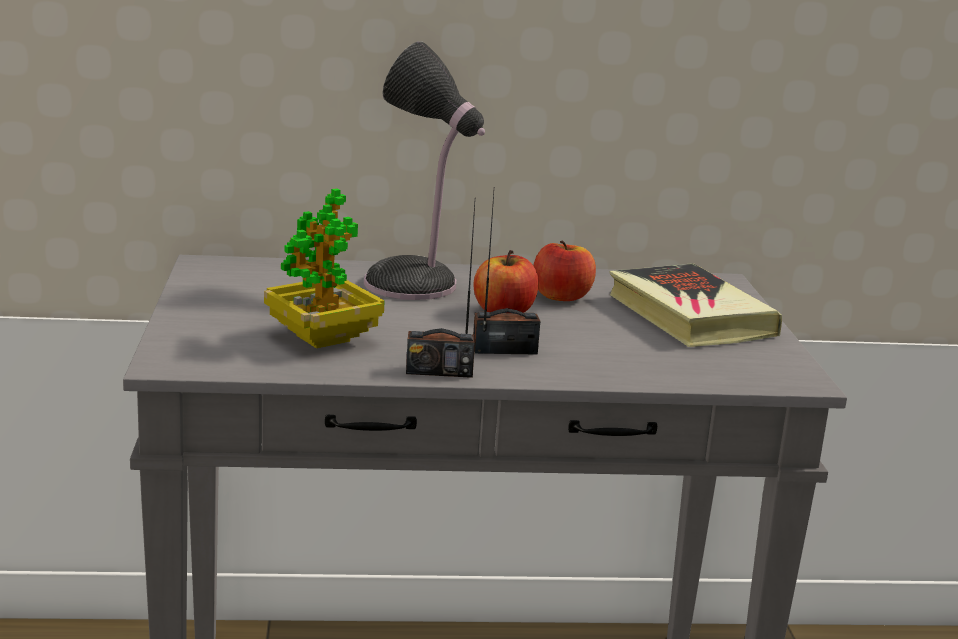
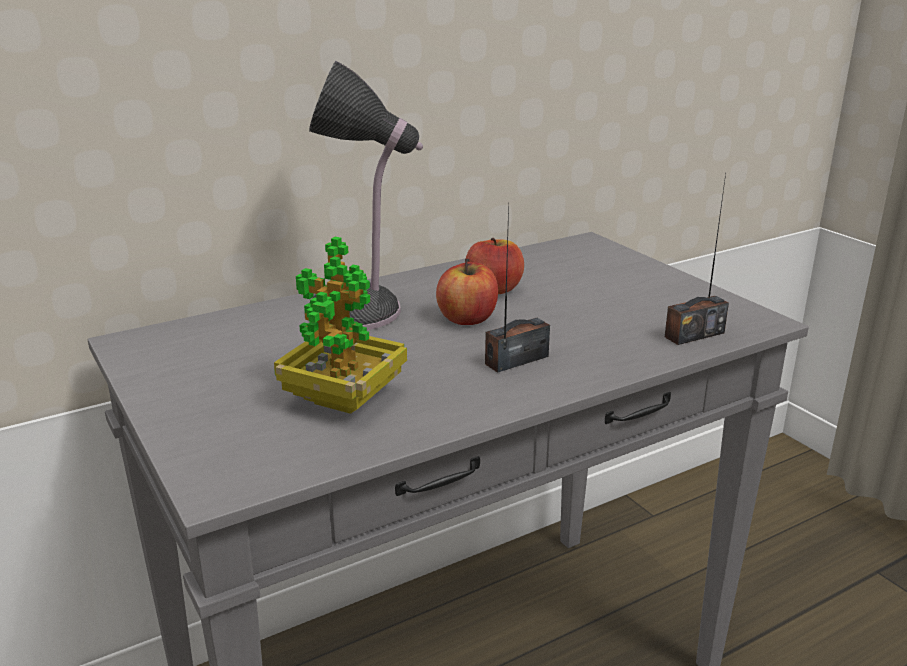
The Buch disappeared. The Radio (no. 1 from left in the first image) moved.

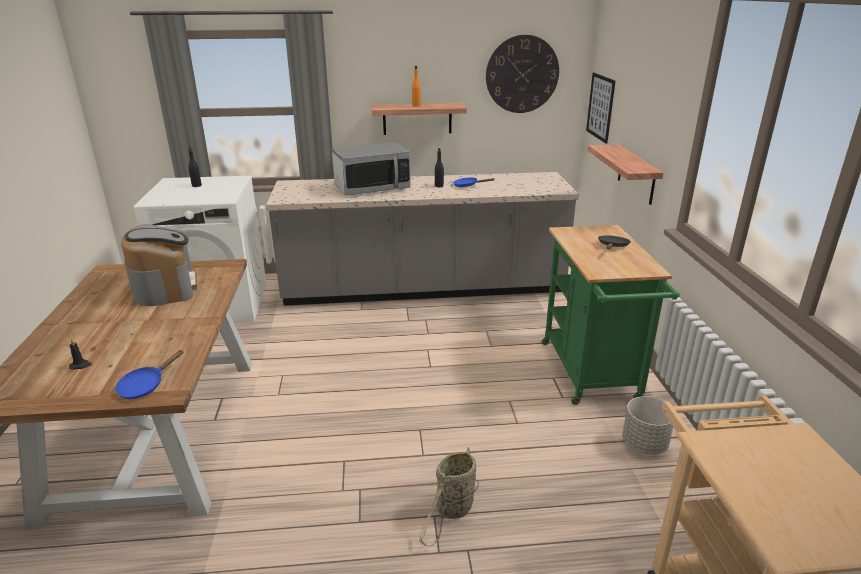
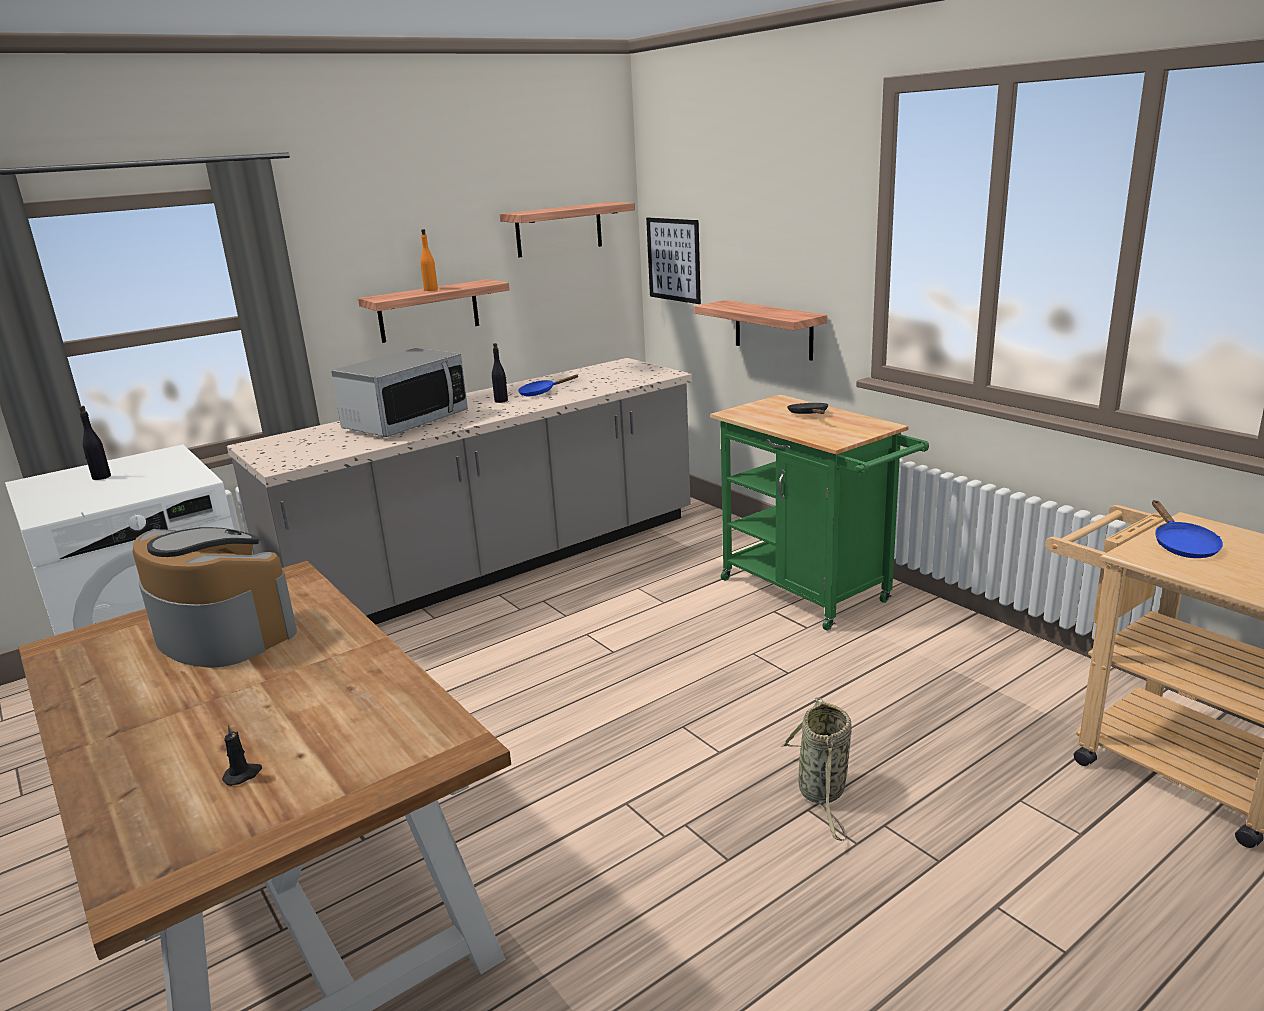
The Pflanzkübel/grau disappeared. The Pfanne/blau (no. 1 from left in the first image) moved. The Wanduhr was replaced by the Wandregal (no. 2 from left).

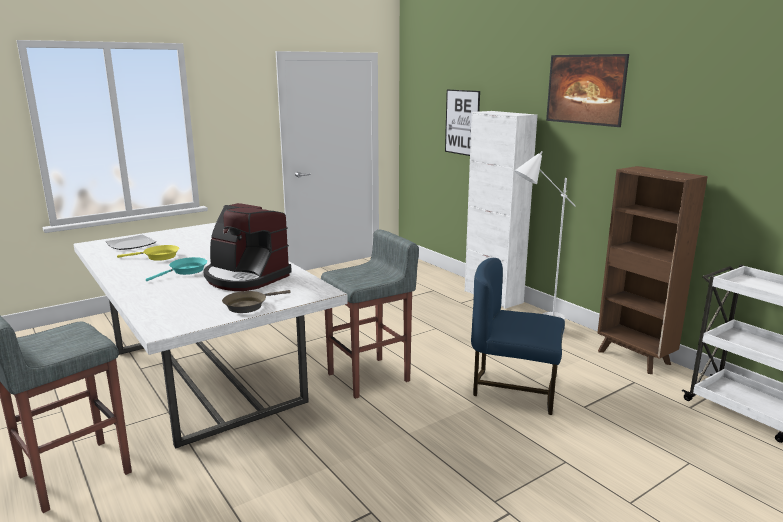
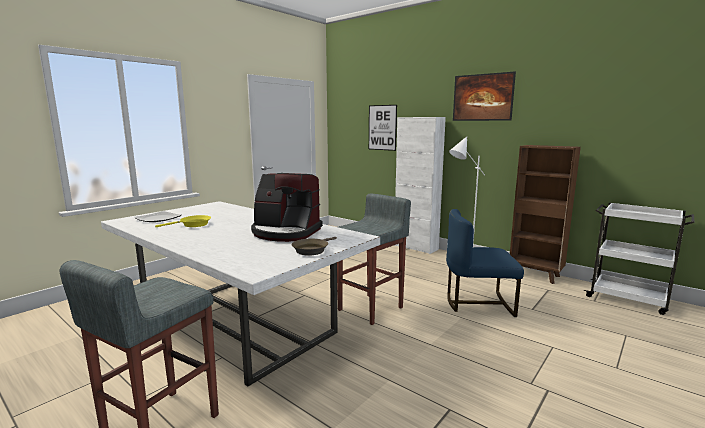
The Pfanne/türkis disappeared.

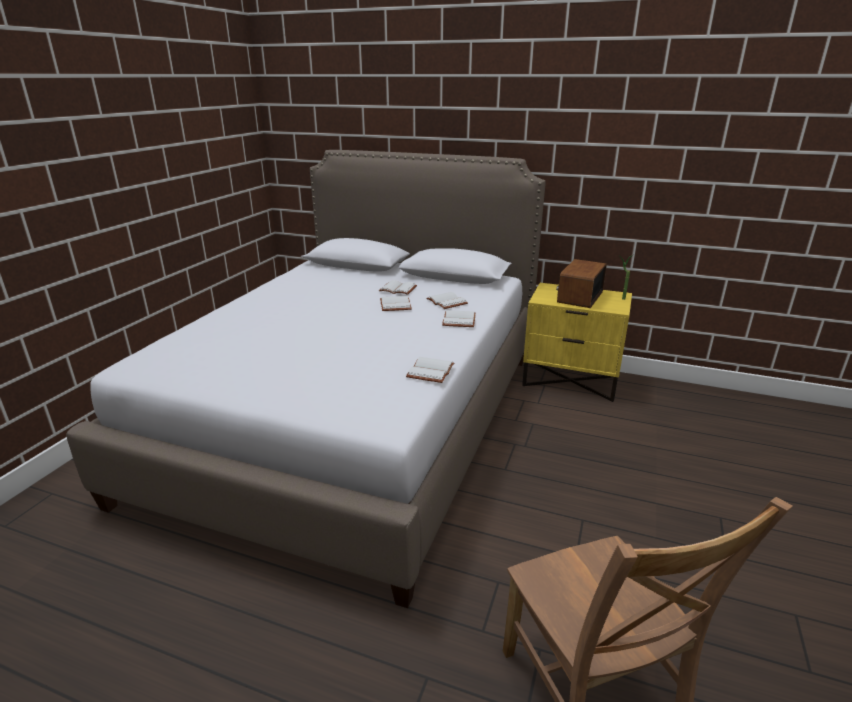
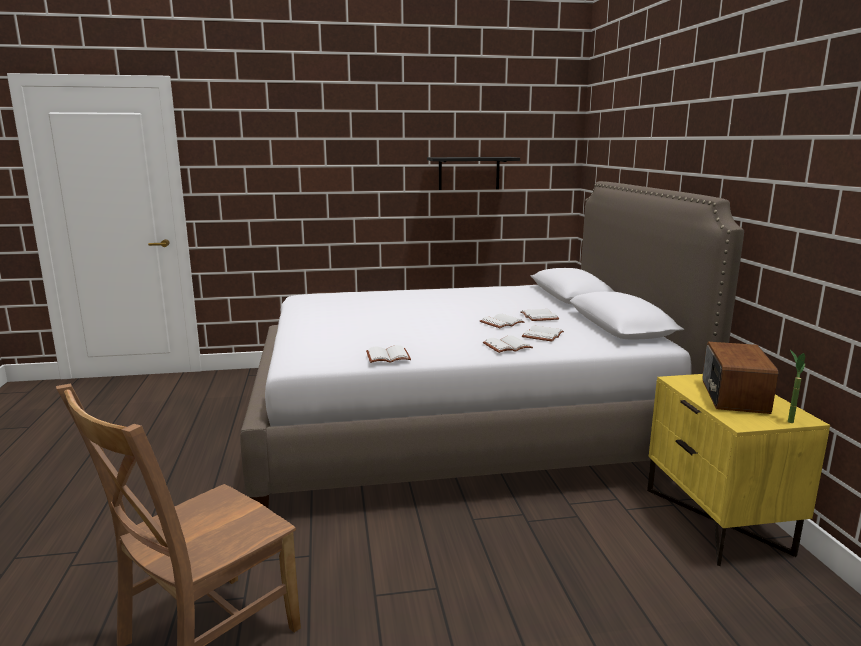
The Wandregal/schwarz appeared. The Radio turned 75 degrees counterclockwise.

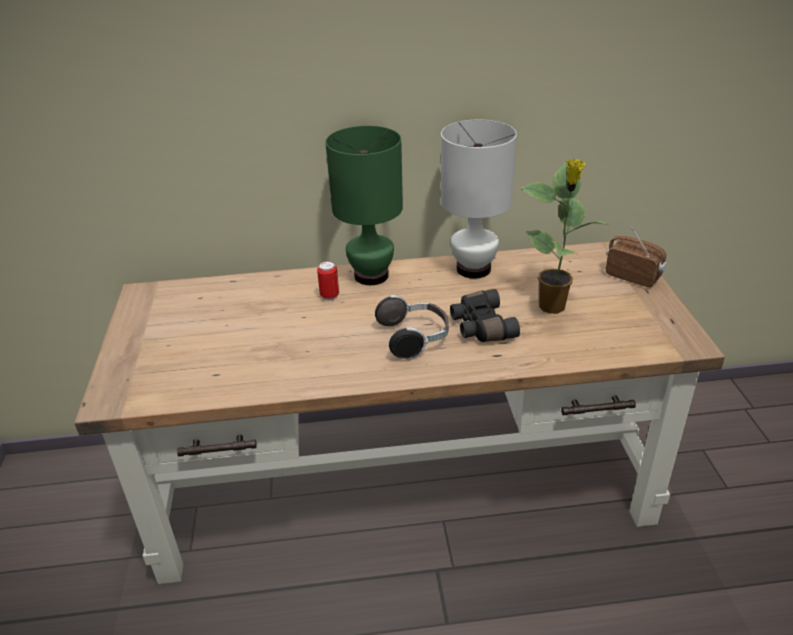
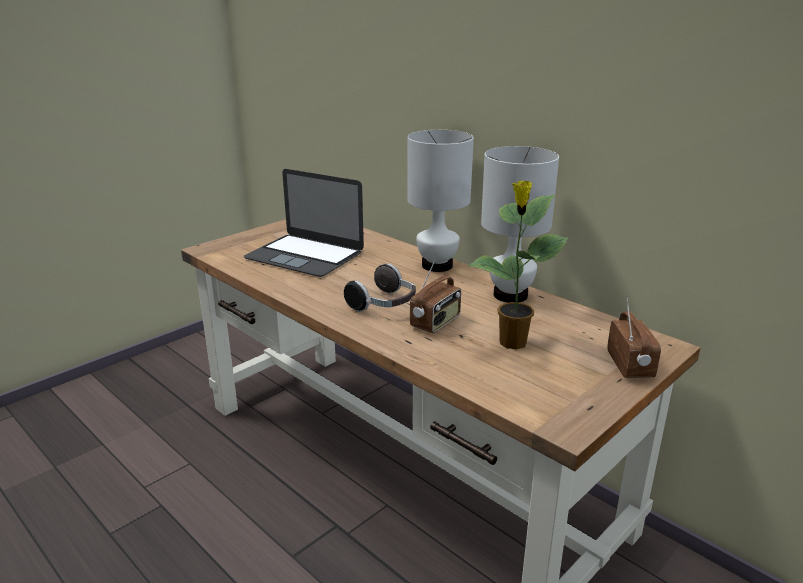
The Dose disappeared. The Laptop appeared. The Fernglas/schwarz was replaced by the Radio (no. 1 from left). The Tischlampe/grün became the Tischlampe/weiß (no. 1 from left).

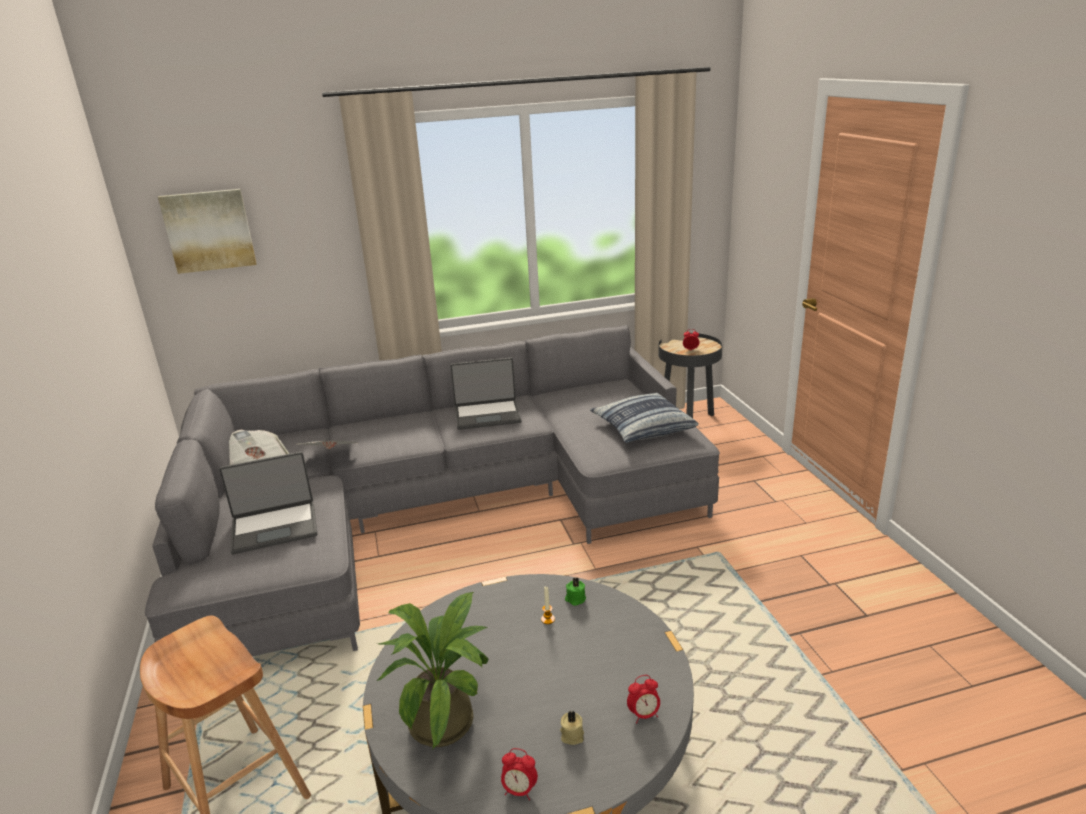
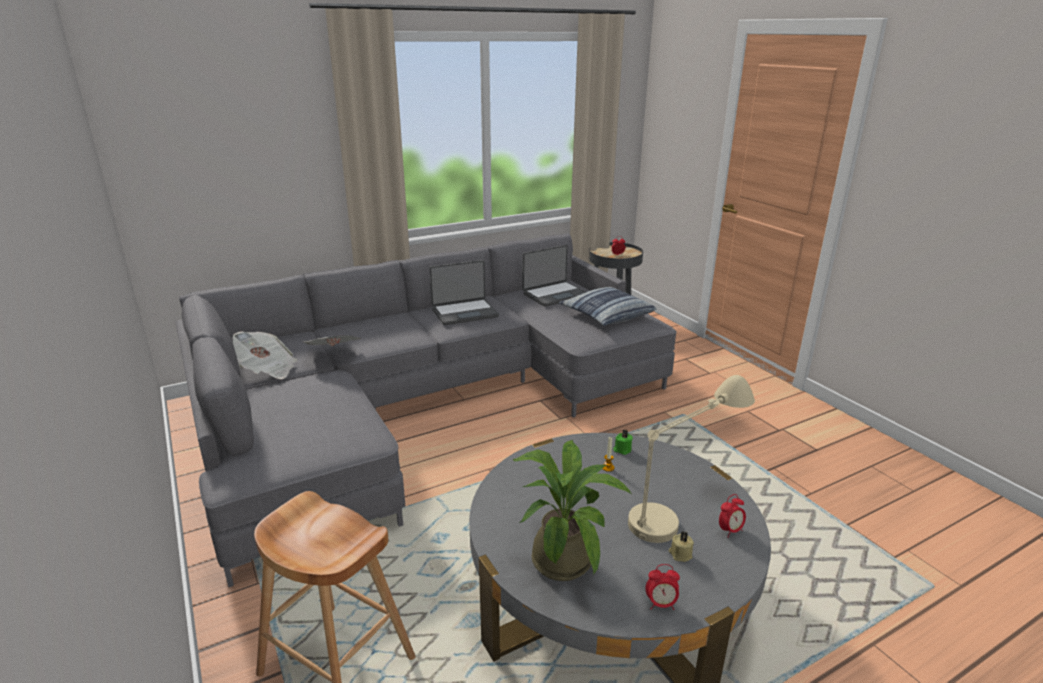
The Bild disappeared. The Tischlampe/beige appeared. The Laptop (no. 1 from left in the first image) moved.

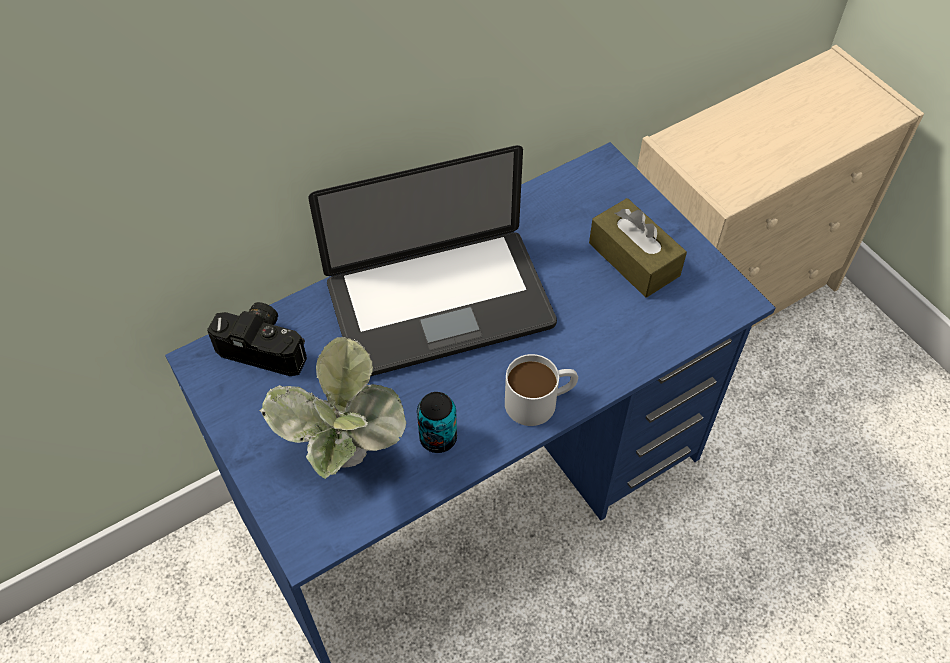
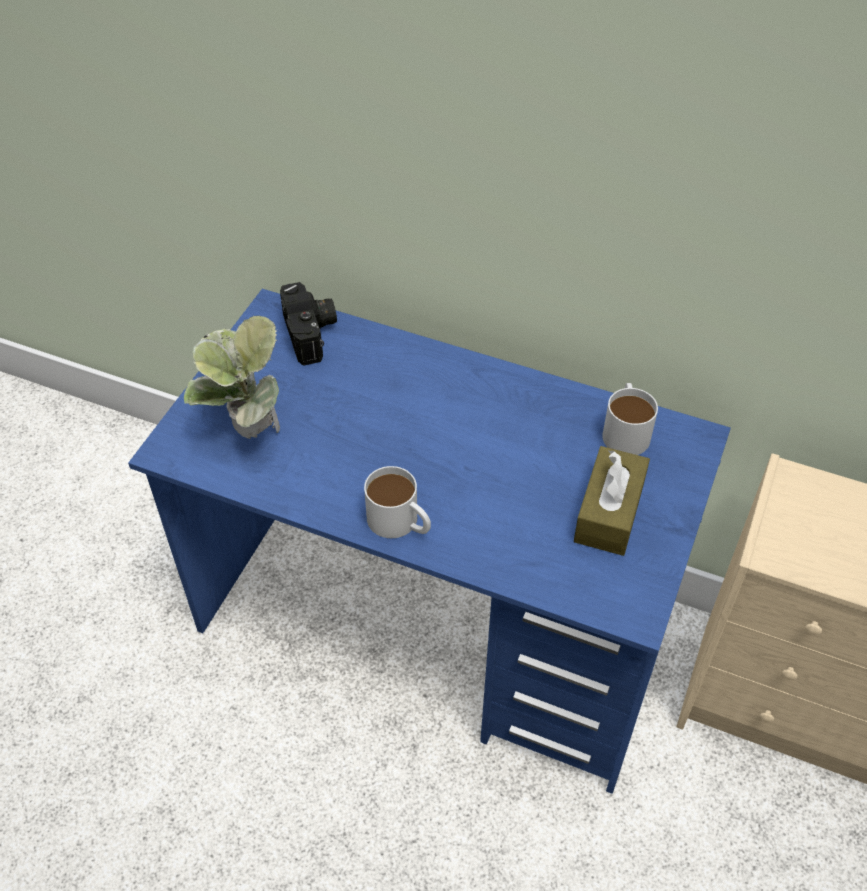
The Laptop disappeared. The Dose disappeared. The Henkelbecher/weiß (no. 2 from left) appeared.

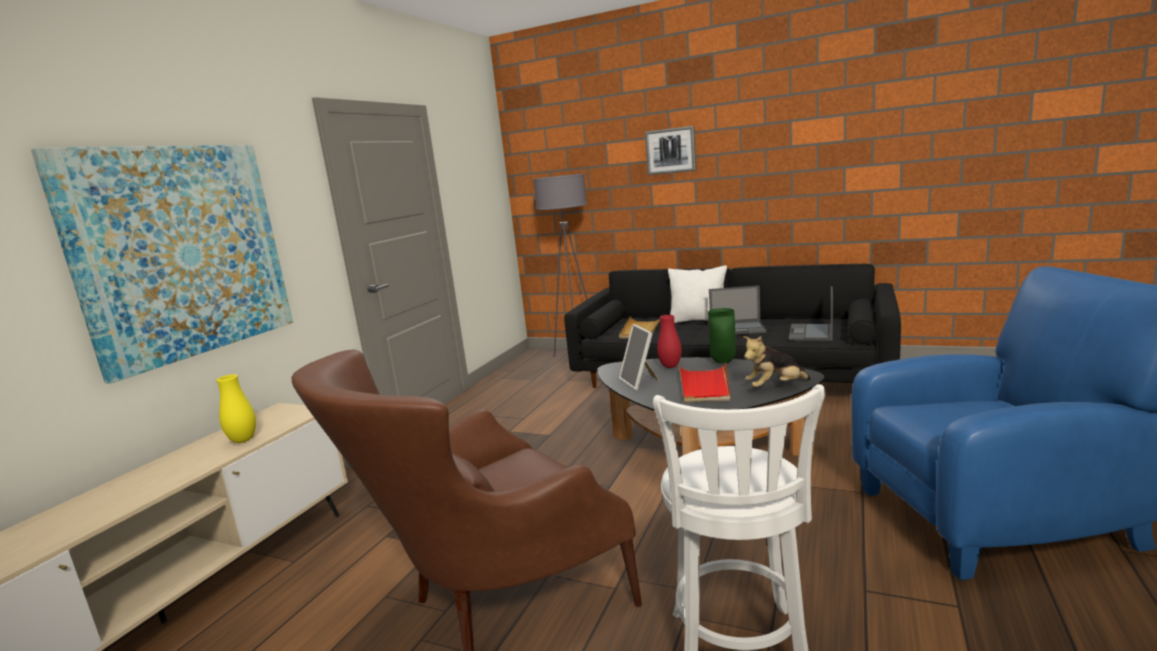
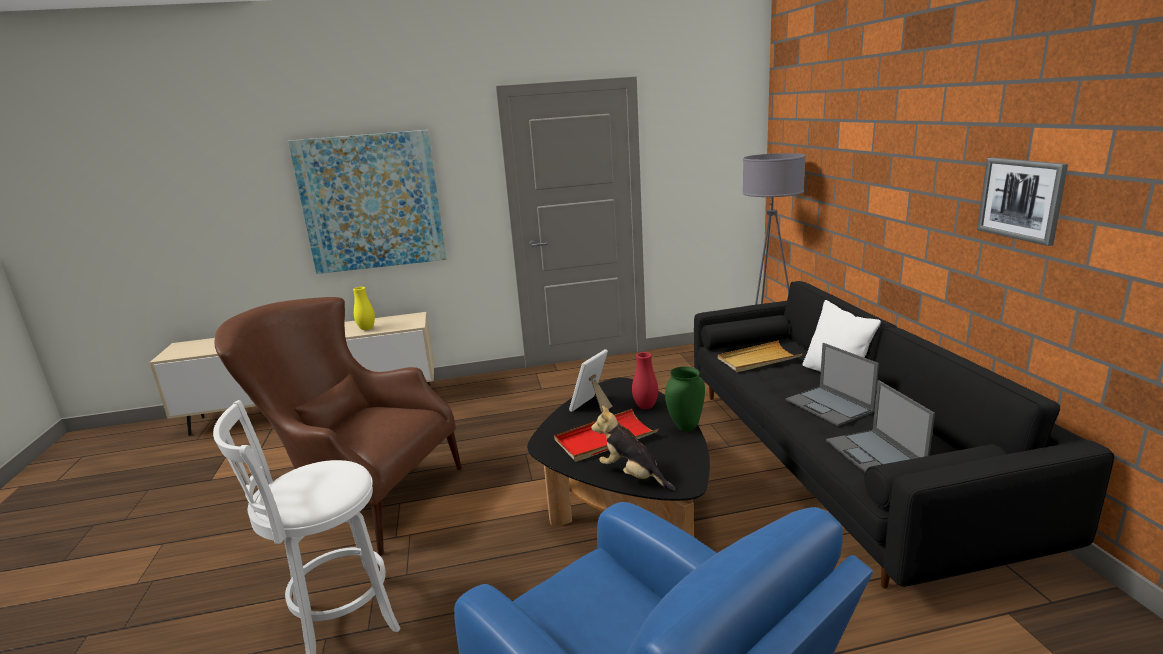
The Bild (no. 2 from left) moved. The Laptop (no. 2 from left) turned 90 degrees counterclockwise.

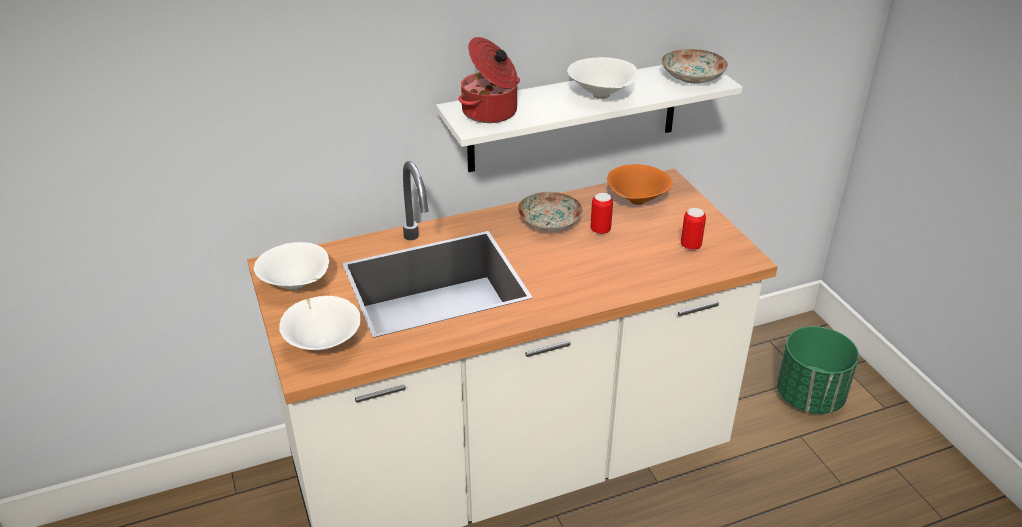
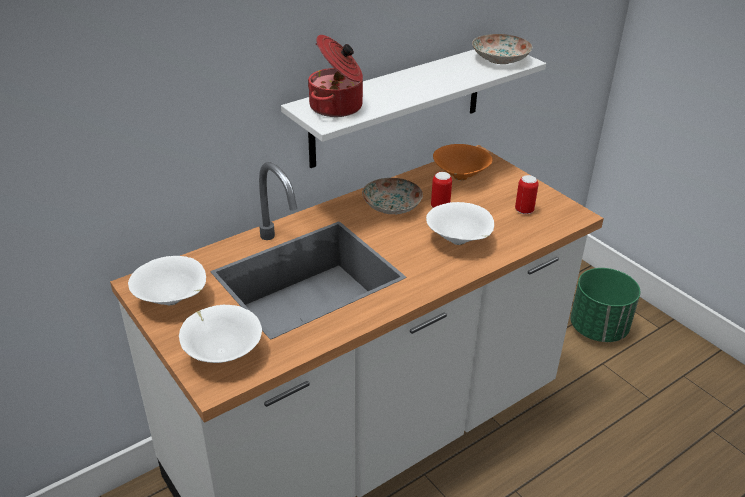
The Schüssel/weiß (no. 3 from left) moved.

